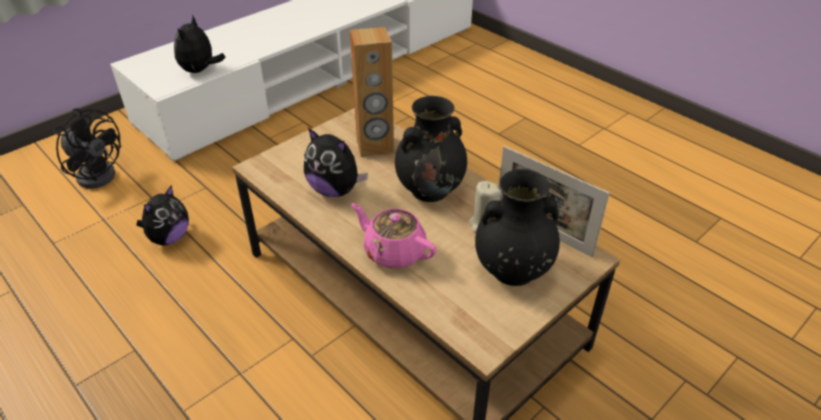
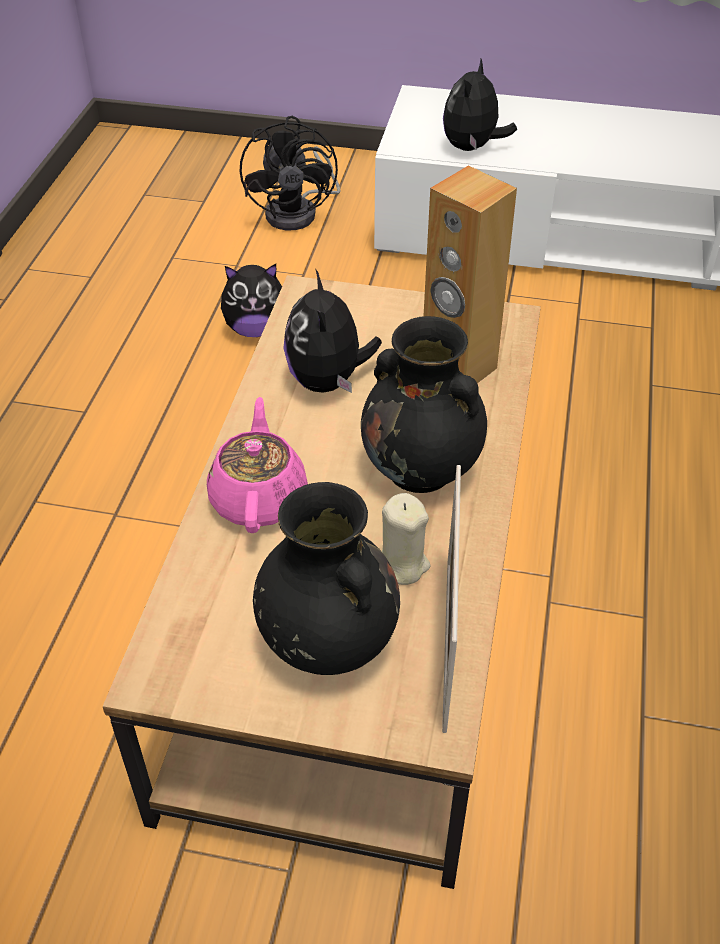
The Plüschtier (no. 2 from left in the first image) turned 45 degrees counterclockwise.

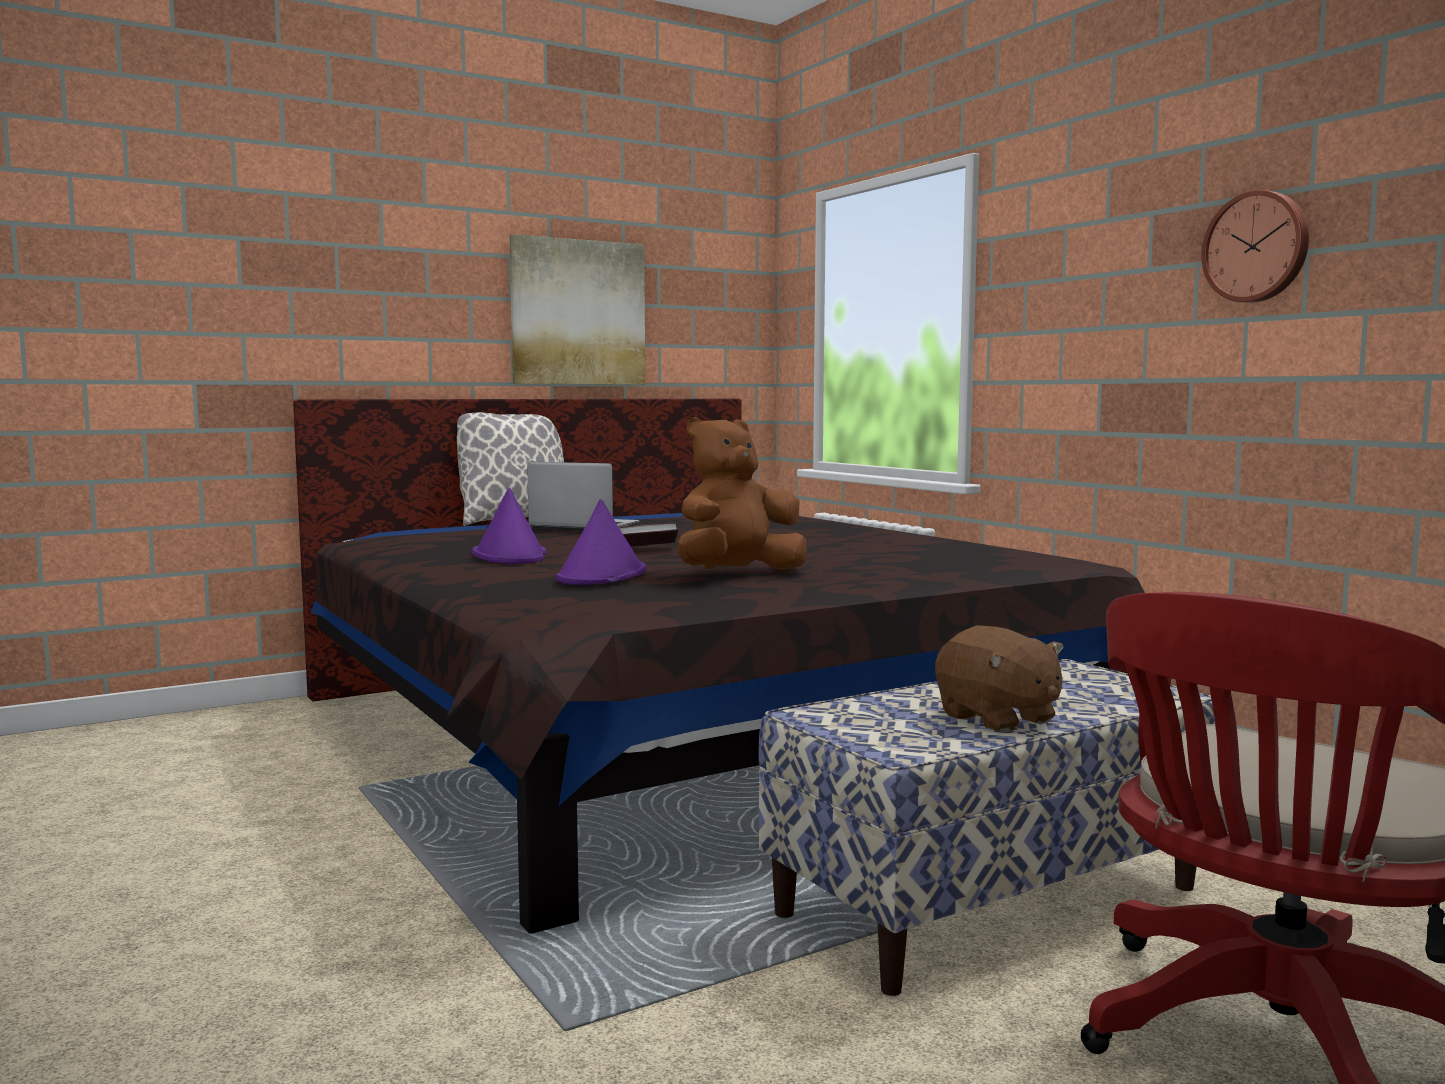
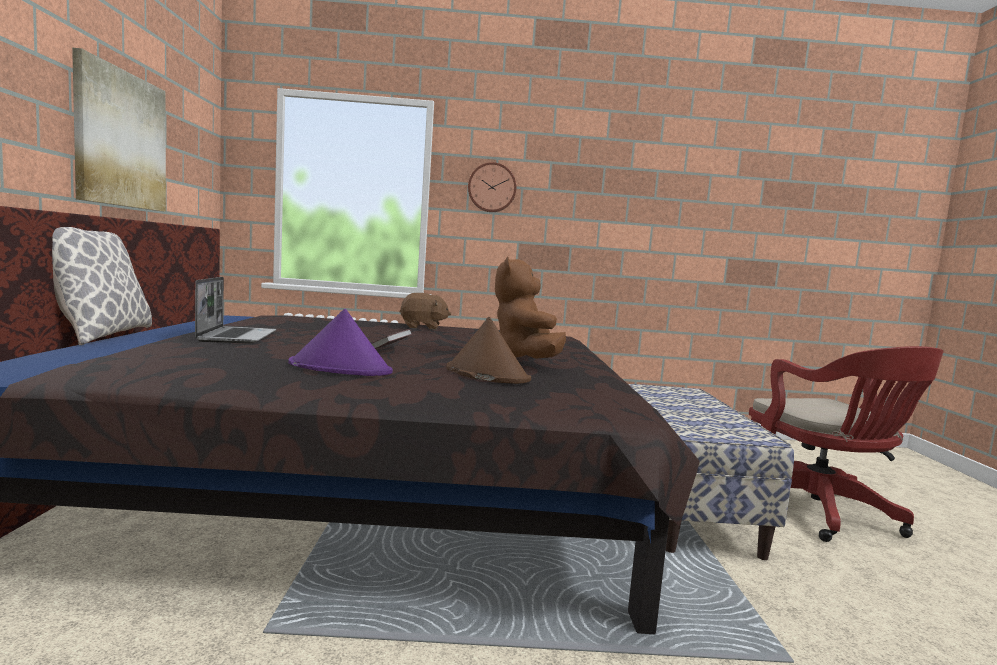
The Plüschtier/braun (no. 2 from left in the first image) moved. The Wanduhr moved. The Hut/lila (no. 2 from left) became the Hut/braun. The Laptop turned 120 degrees clockwise.

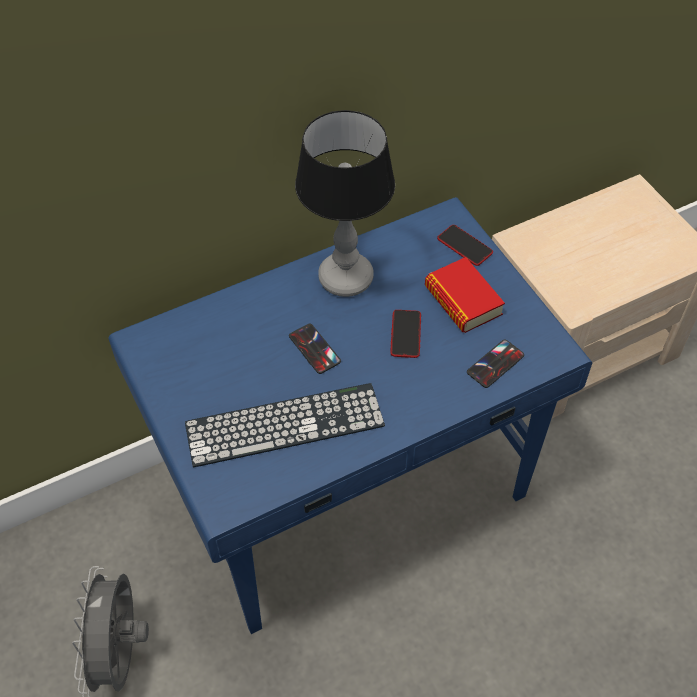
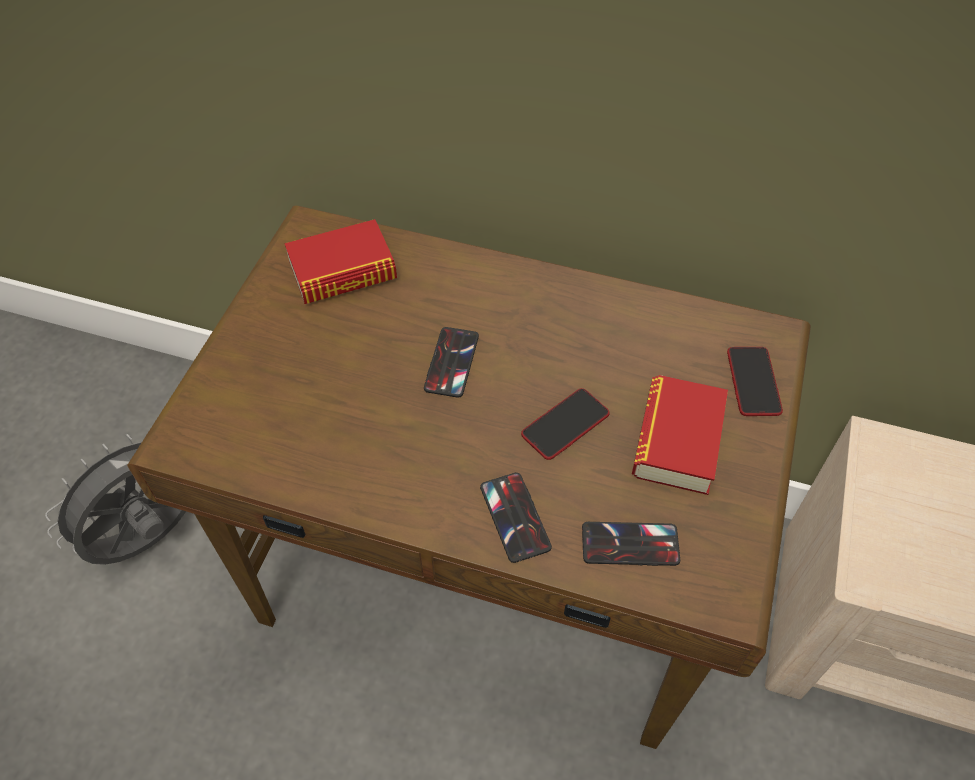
The Tastatur disappeared. The Tischlampe disappeared. The Buch (no. 1 from left) appeared. The Handy (no. 2 from left) appeared. The Schreibtisch/blau became the Schreibtisch/braun.

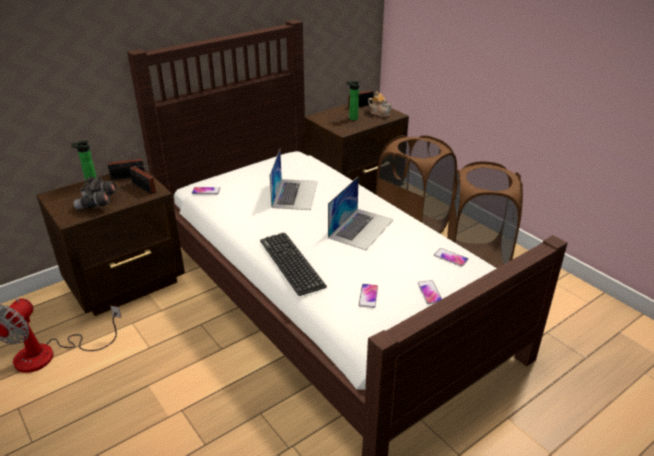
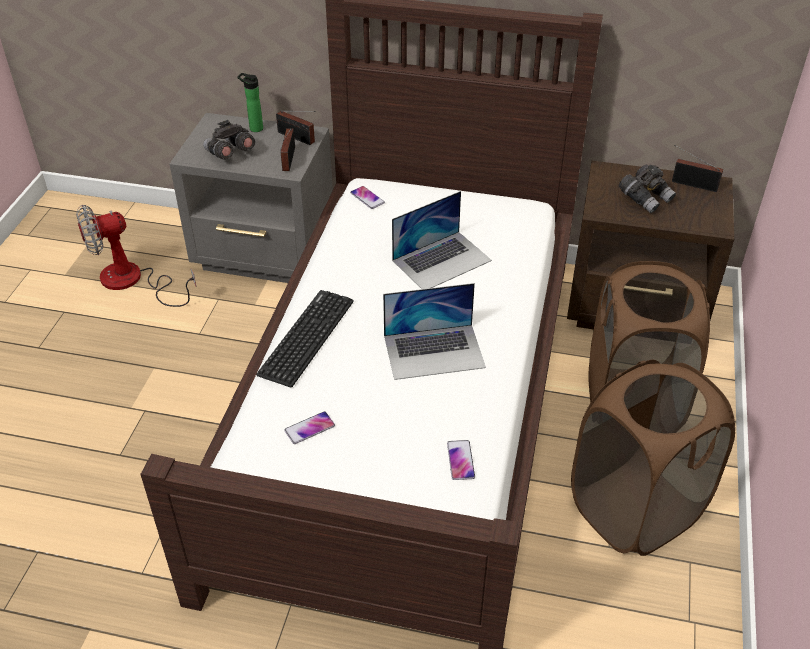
The Teekanne disappeared. The Handy (no. 3 from left) disappeared. The Flasche (no. 2 from left) was replaced by the Fernglas/grau (no. 2 from left). The Nachttisch/braun (no. 1 from left) became the Nachttisch/grau.

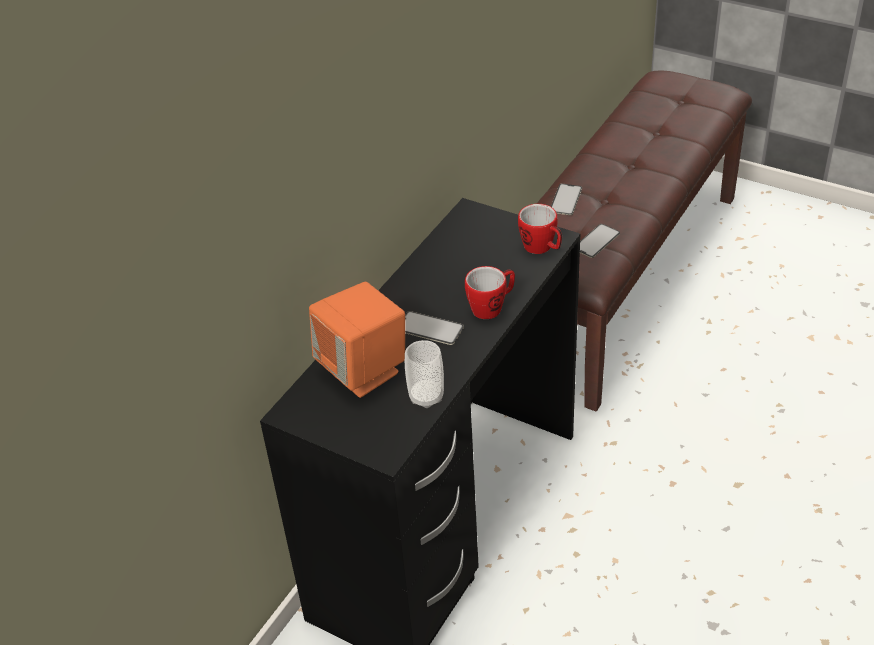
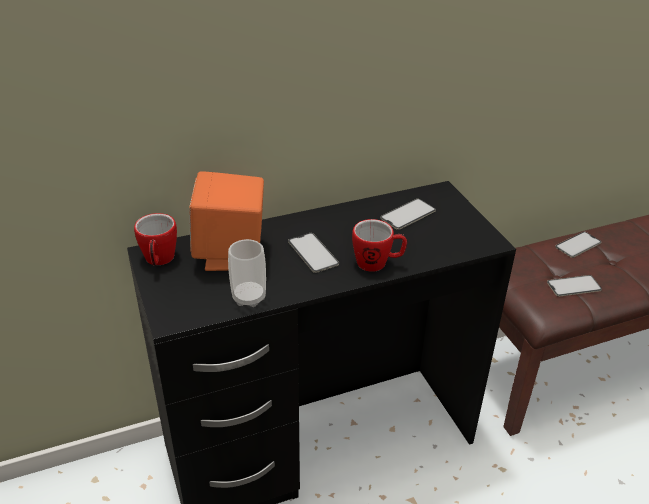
The Handy (no. 2 from left) appeared. The Henkelbecher (no. 2 from left in the first image) moved.

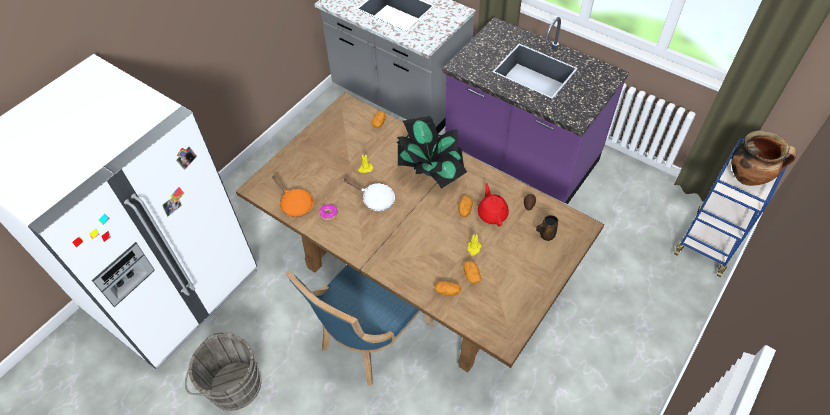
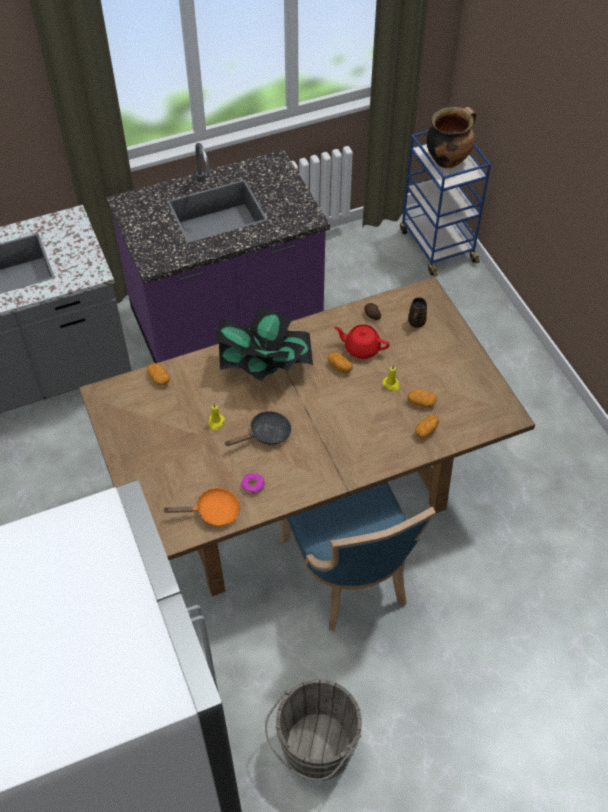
The Pfanne/weiß became the Pfanne/schwarz.

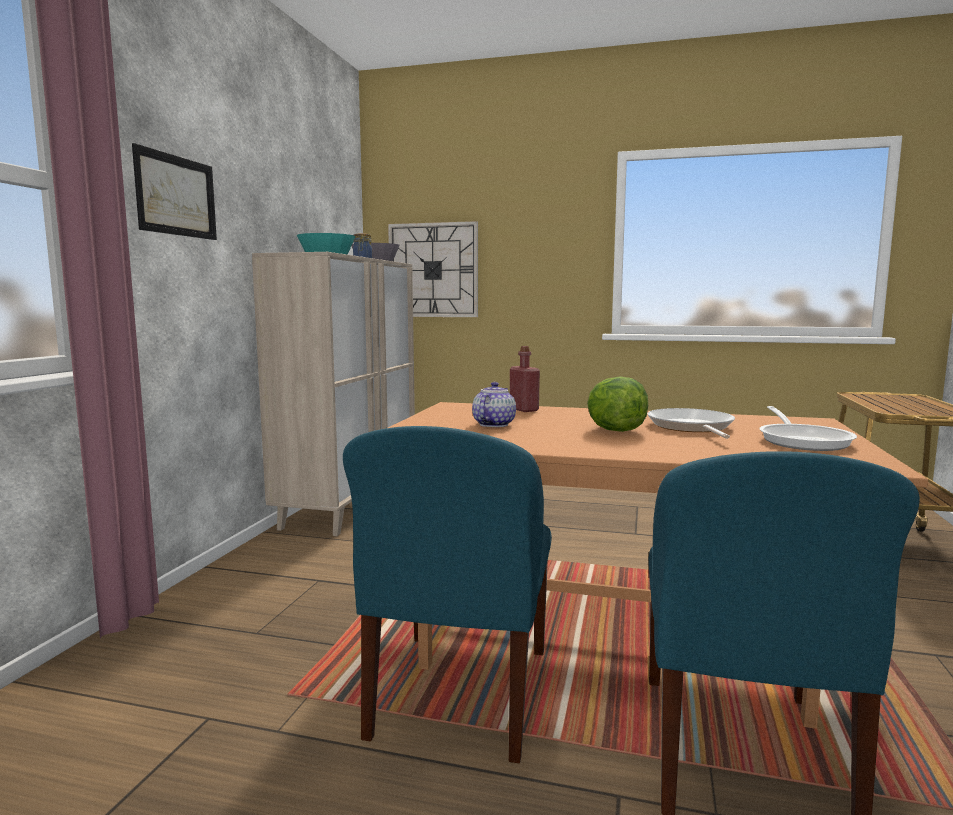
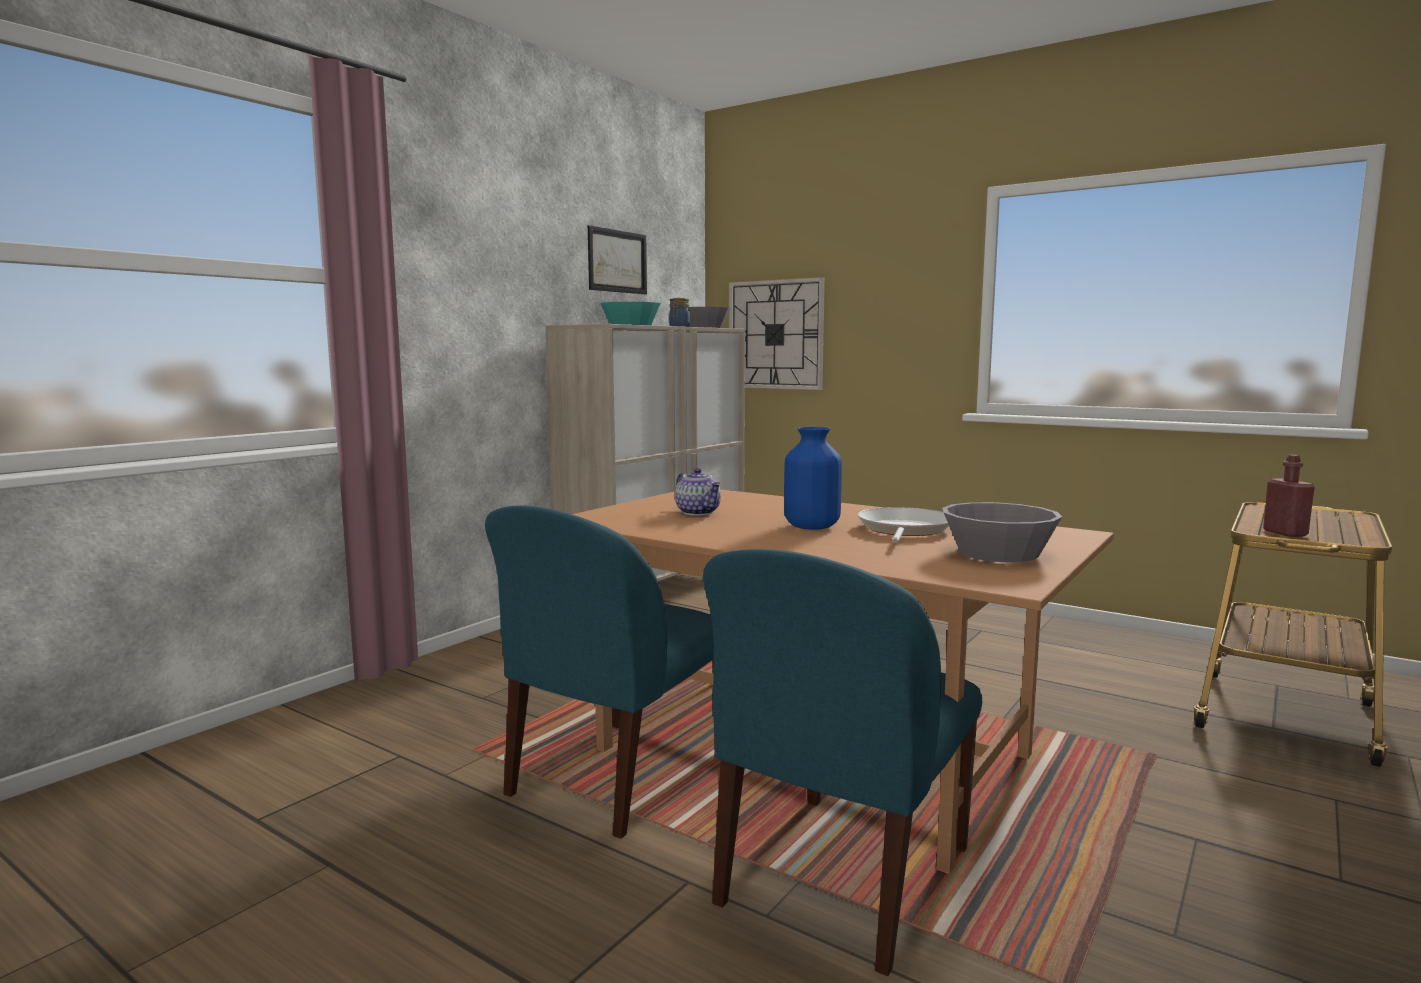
The Bild moved. The Flasche/rot moved. The Salatkopf was replaced by the Vase/blau. The Pfanne (no. 2 from left) was replaced by the Schüssel/grau (no. 2 from left). The Teekanne turned 105 degrees clockwise.

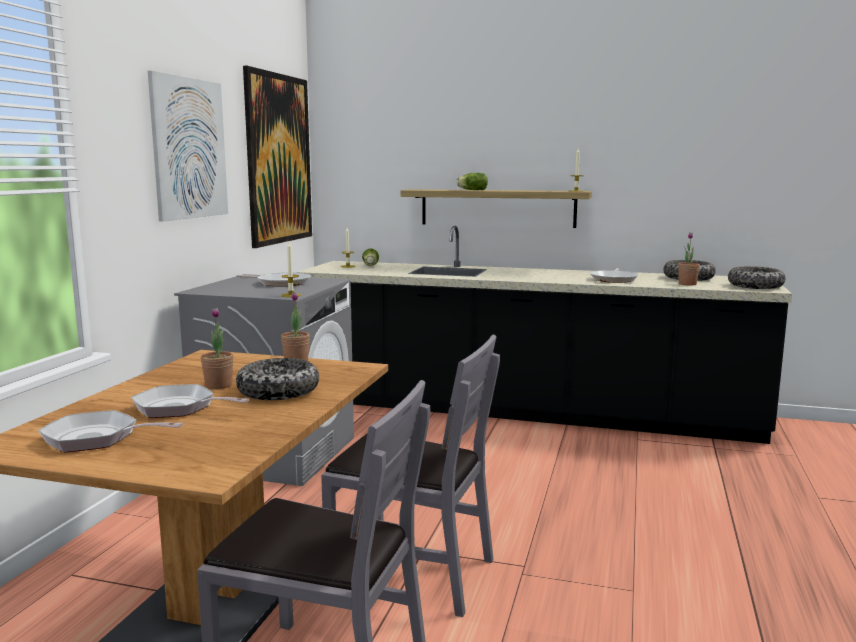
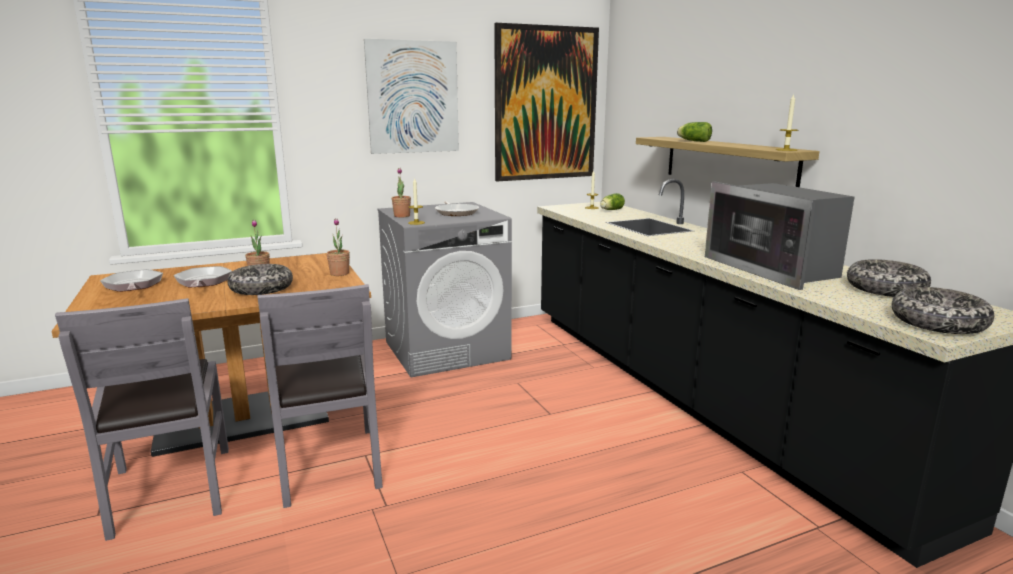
The Topfpflanze (no. 3 from left) moved. The Pfanne (no. 4 from left) was replaced by the Mikrowelle.

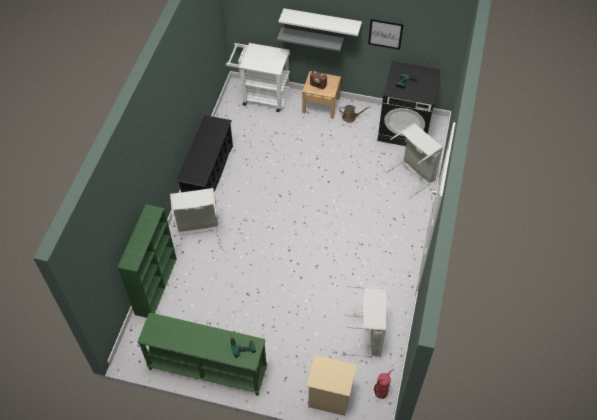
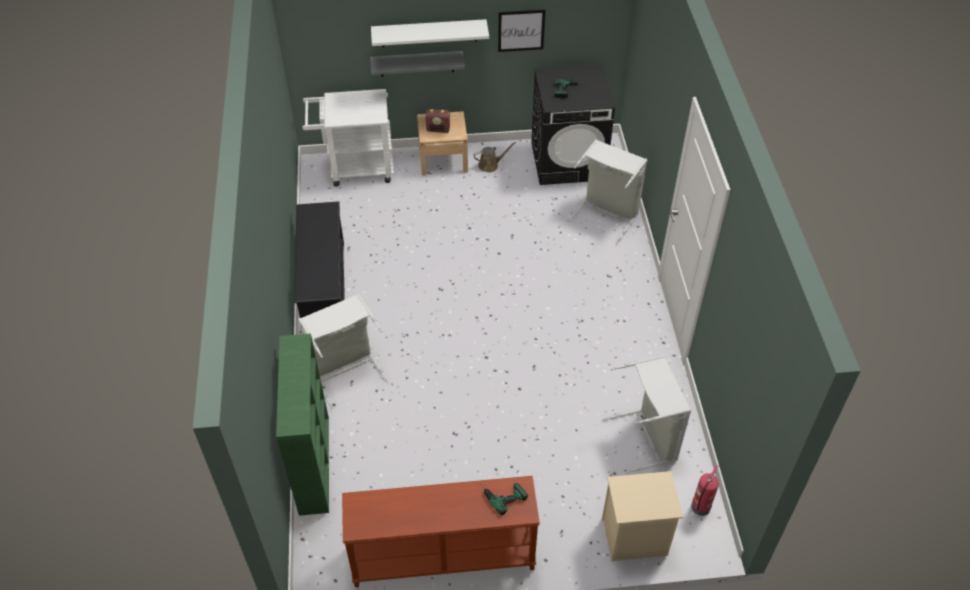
The Konsolentisch/grün became the Konsolentisch/braun.

